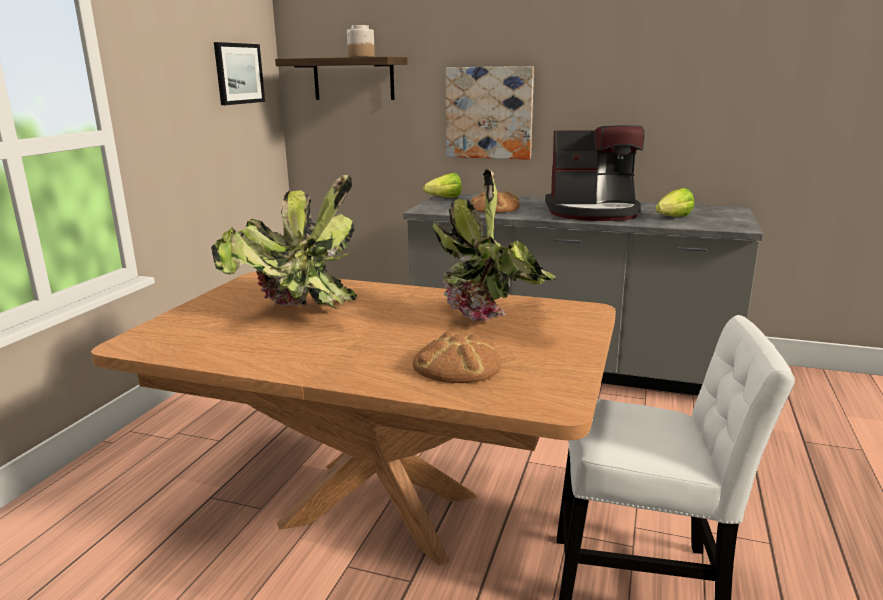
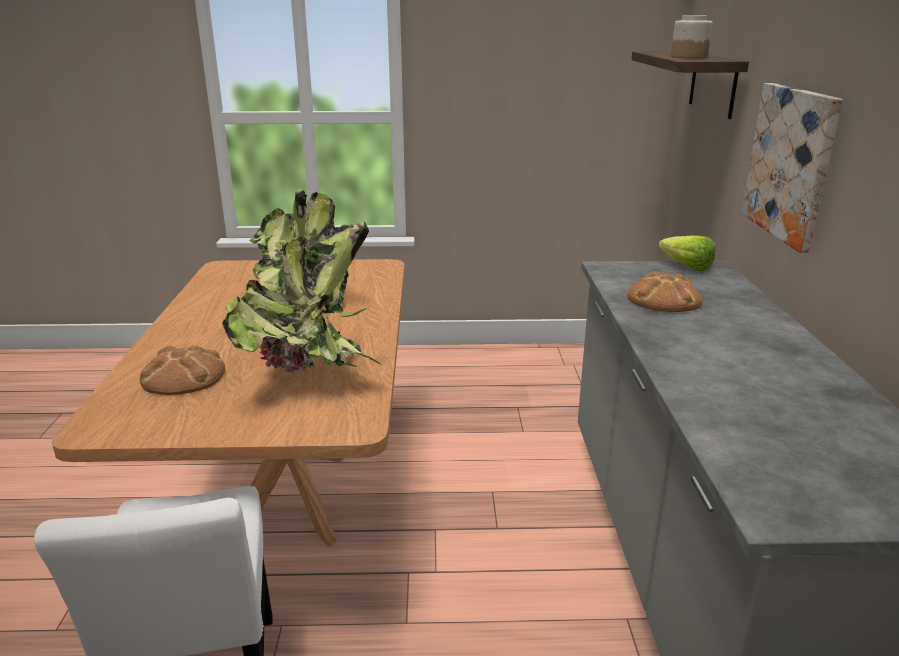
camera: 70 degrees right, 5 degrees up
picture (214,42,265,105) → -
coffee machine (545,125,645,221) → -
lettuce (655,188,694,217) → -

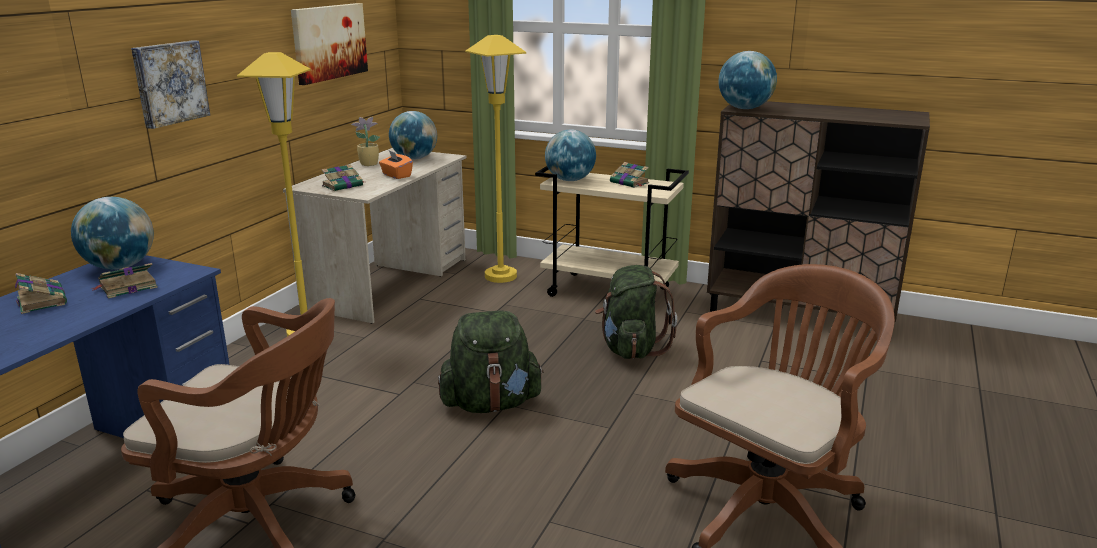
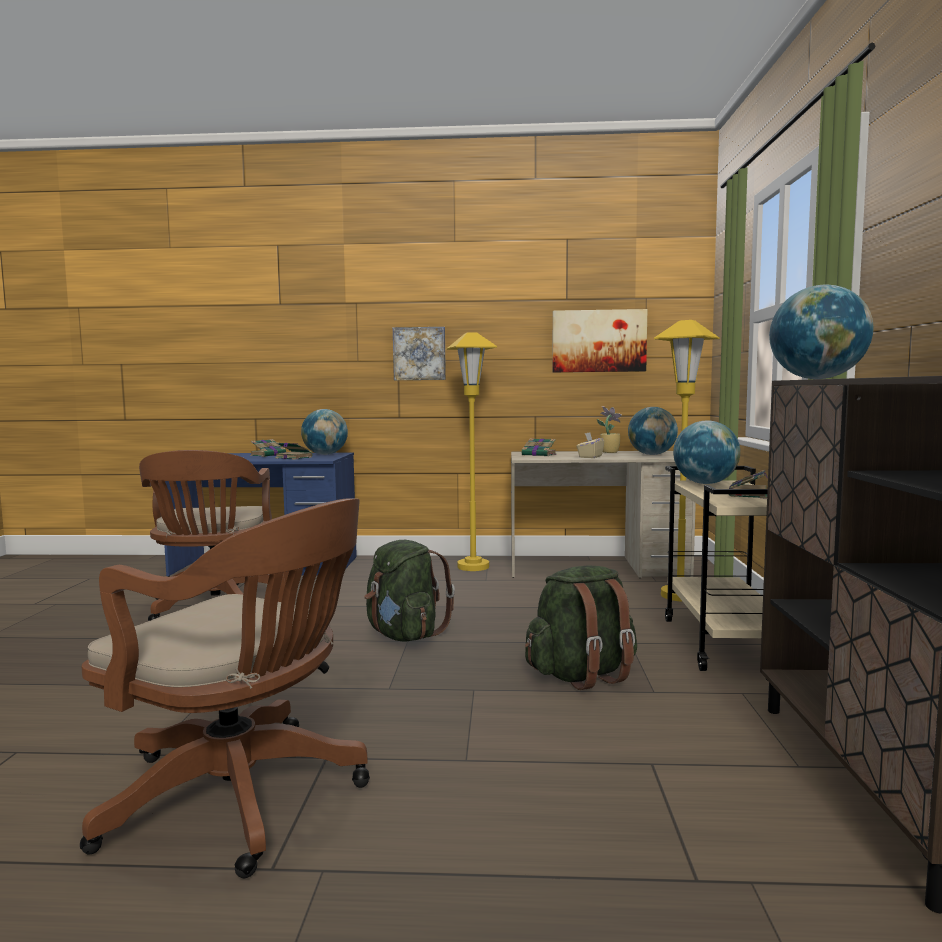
camera: 70 degrees right, 15 degrees down
tissue box (orange) (379,151,413,179) → tissue box (beige) (576,432,604,458)

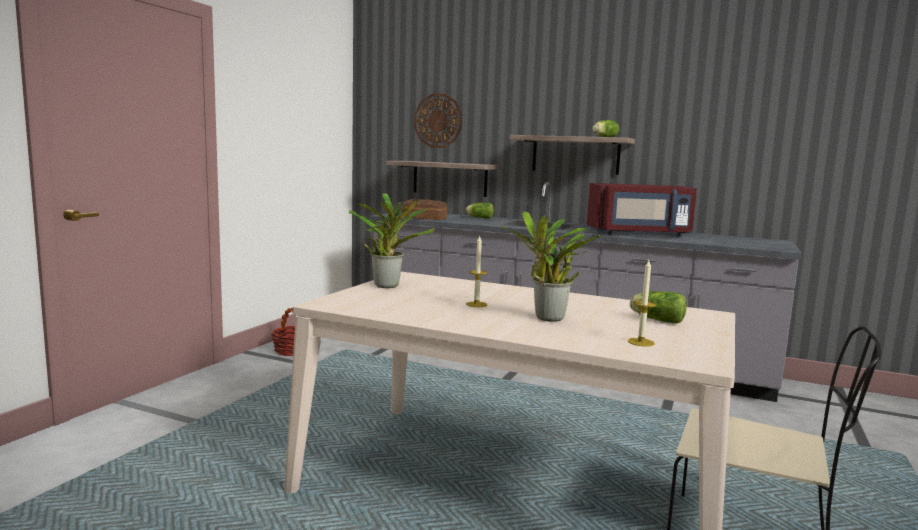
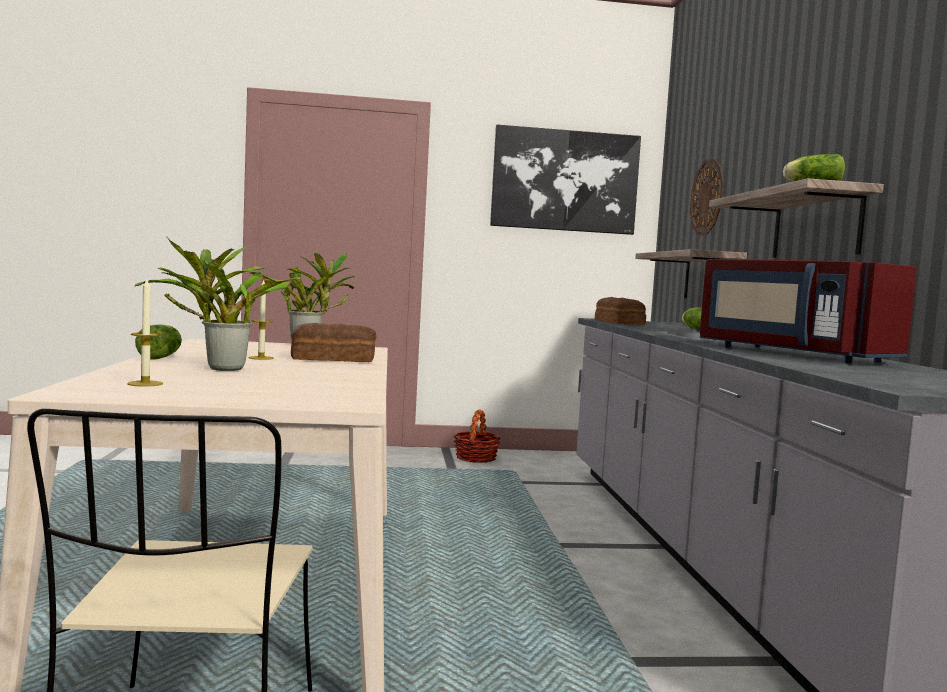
camera: 60 degrees right, 5 degrees down
lettuce (630,291,687,324) → lettuce (135,324,182,360), move
- → bread (291,323,377,362)
- → picture (490,125,641,235)

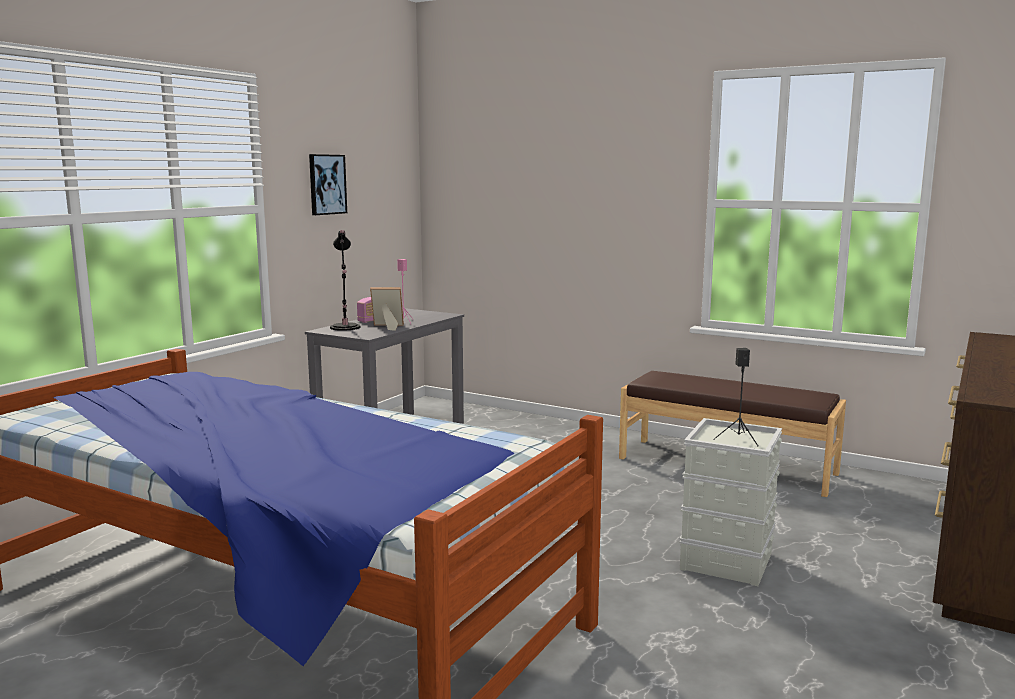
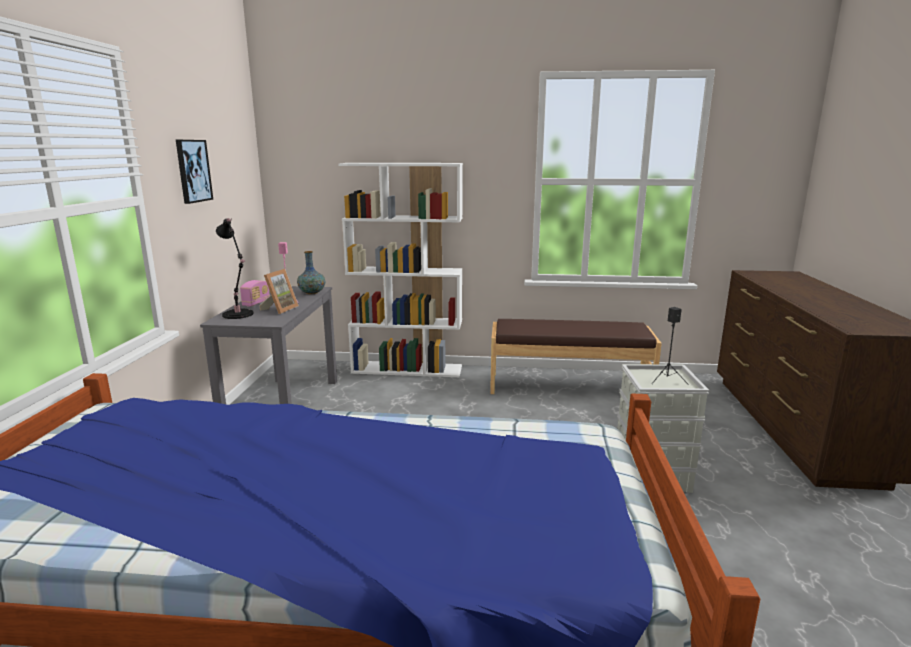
camera: 25 degrees left, 5 degrees up
picture frame (370,287,404,331) → picture frame (259,269,299,314), 135 degrees clockwise
- → vase (297,251,325,294)
- → bookcase (white) (338,163,463,377)

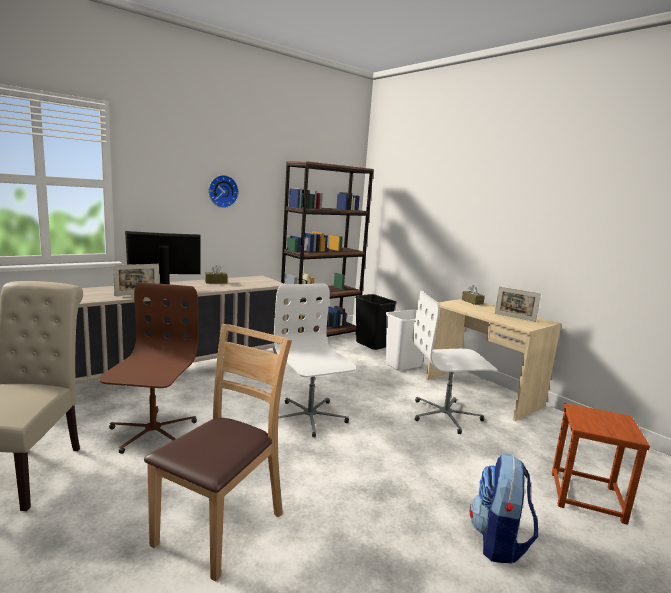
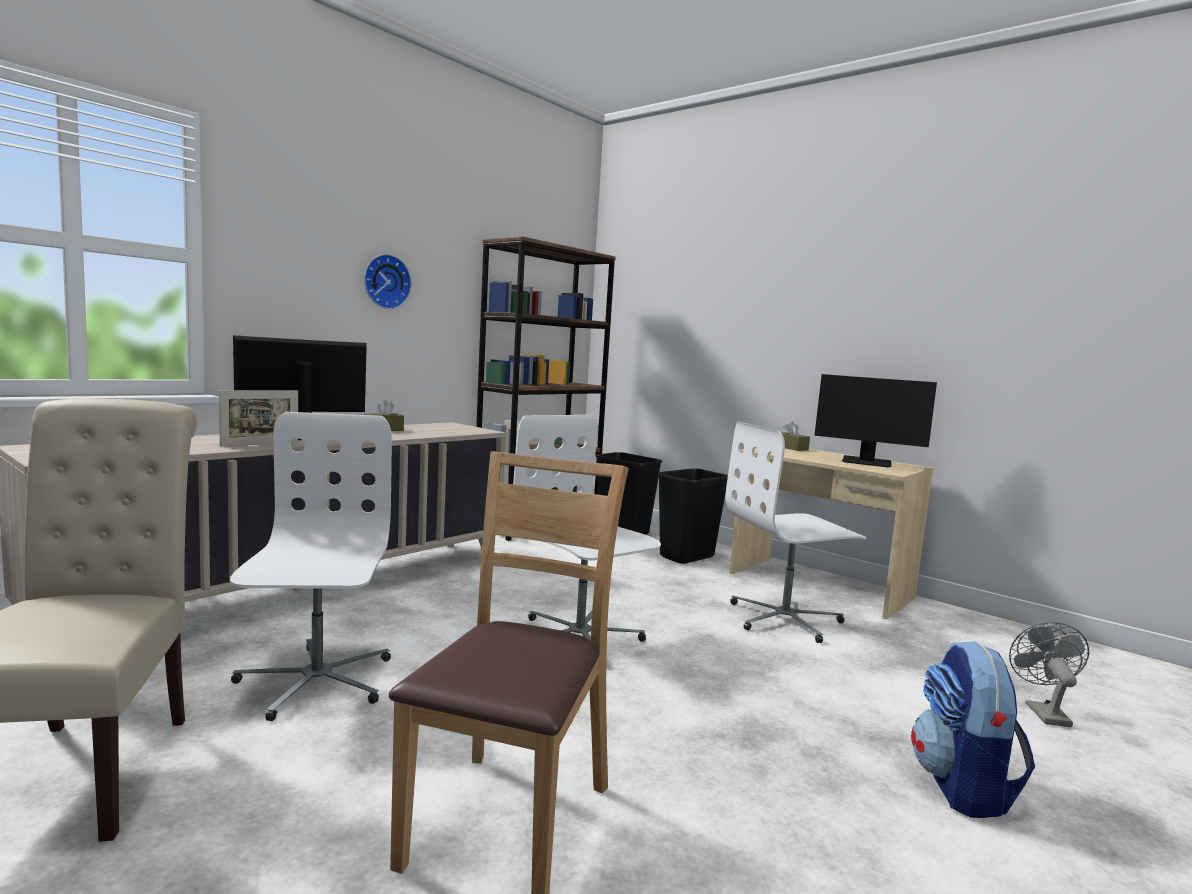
camera: 10 degrees left, 5 degrees down
office chair (brown) (100,282,199,454) → office chair (white) (230,412,392,721)
trash can (white) (386,310,425,370) → trash can (black) (658,468,728,564)
picture frame (495,286,541,322) → monitor (814,374,937,467)
stool (brown) (552,403,650,525) → fan (grey) (1009,622,1090,727)

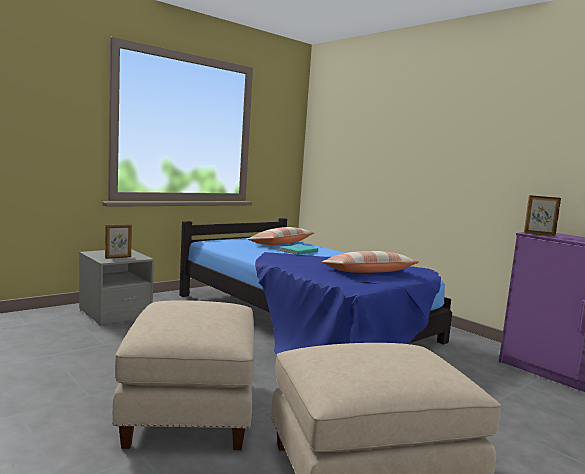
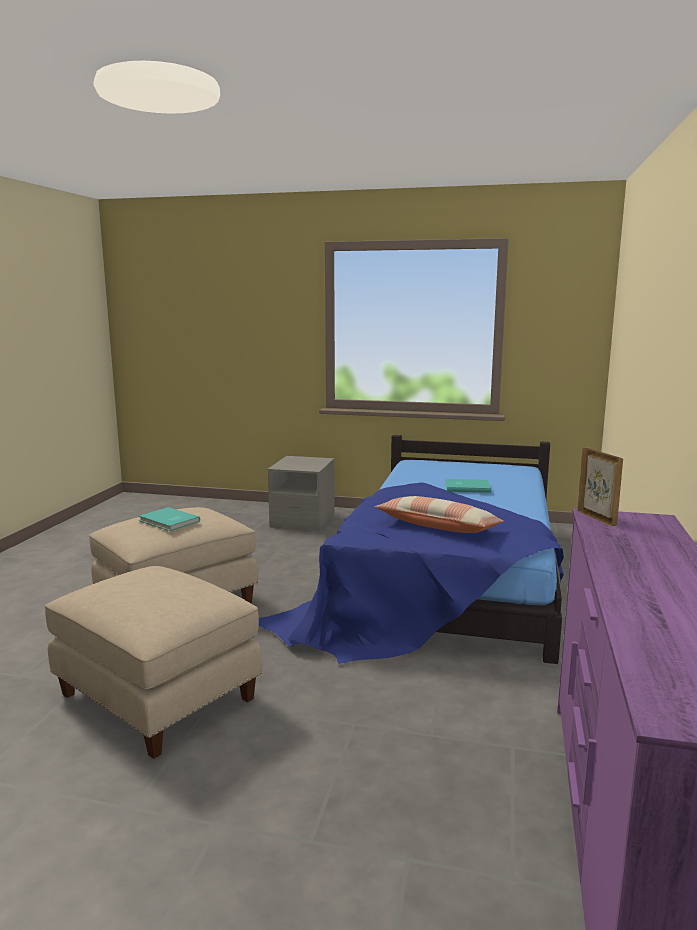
camera: 55 degrees right, 5 degrees up
picture frame (105,224,132,259) → -
pillow (247,227,314,245) → -
- → book (turquoise) (139,507,200,531)

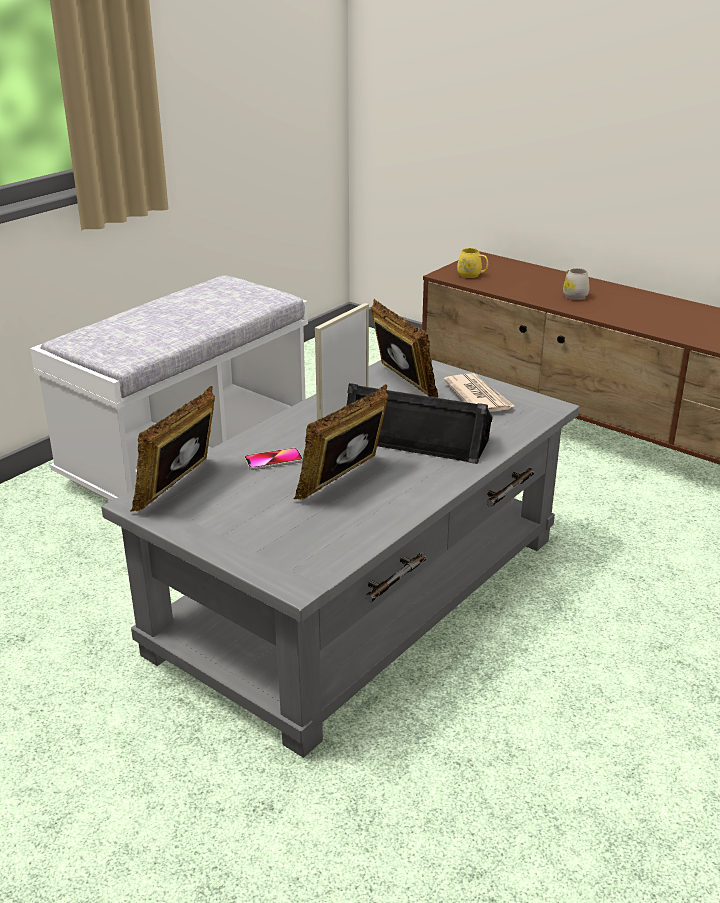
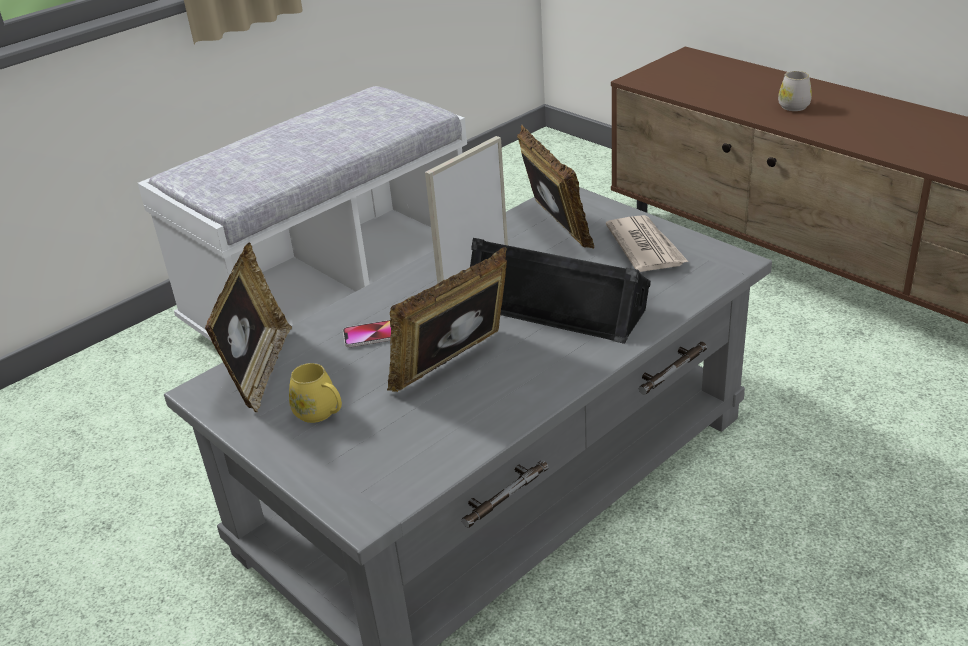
camera: 10 degrees right, 5 degrees up
picture frame (131,386,215,512) → picture frame (205,243,292,412), 150 degrees clockwise
mug (yellow) (457,248,488,278) → mug (yellow) (289,363,342,423), move

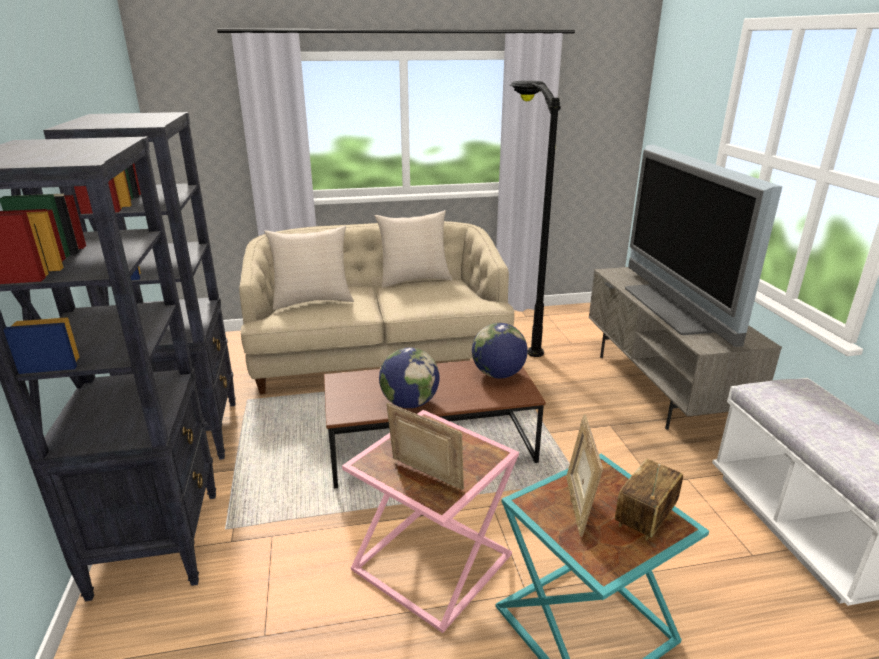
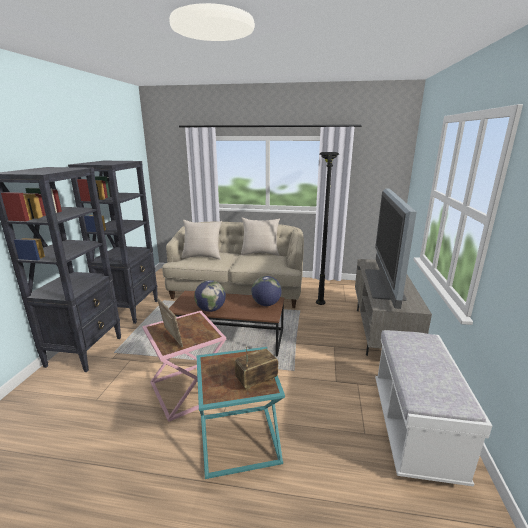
camera: 20 degrees right, 5 degrees down
picture frame (566,414,603,537) → -

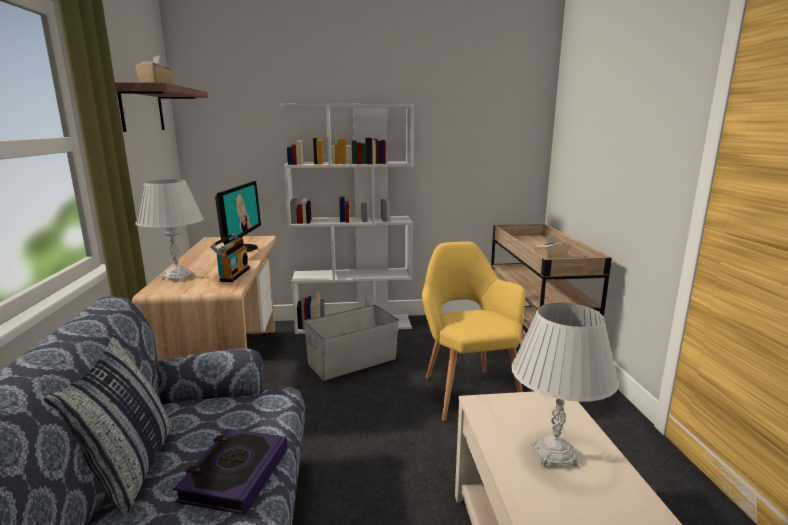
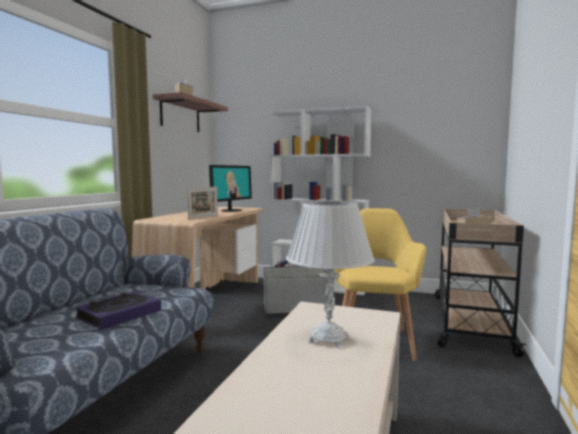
camera: 25 degrees right, 10 degrees down
pillow (43,333,173,515) → -
table lamp (white) (135,179,204,282) → -
radio (210,233,250,282) → picture frame (187,186,218,220)

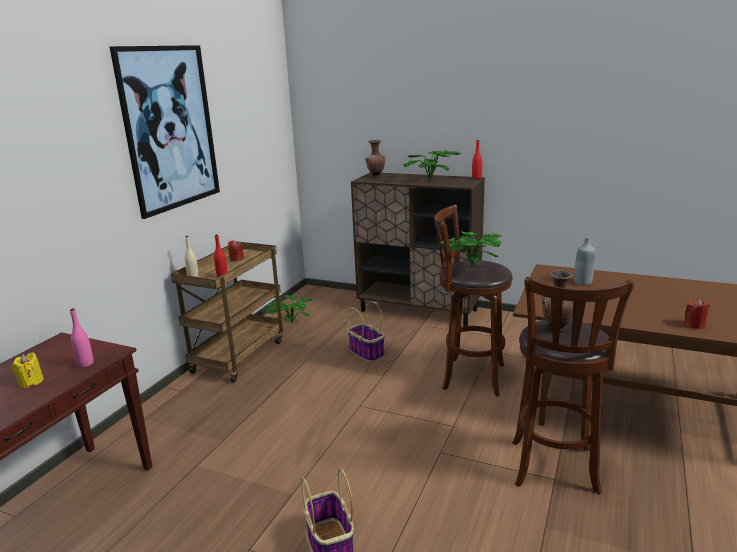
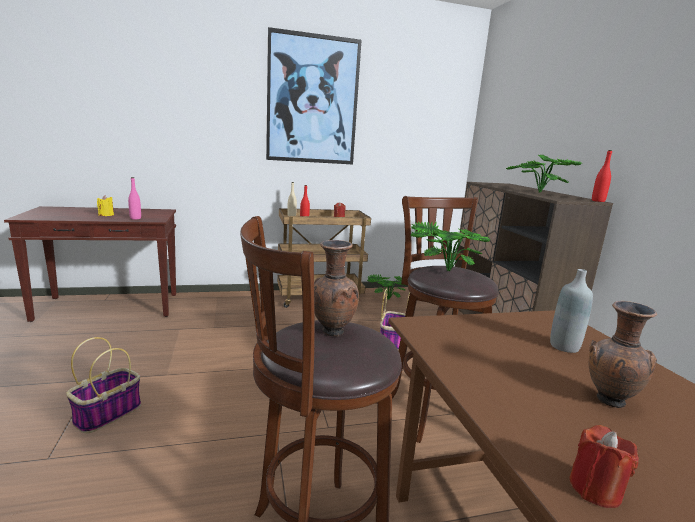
camera: 50 degrees right, 5 degrees down
vase (brown) (365,140,385,178) → vase (brown) (588,301,657,408), move

